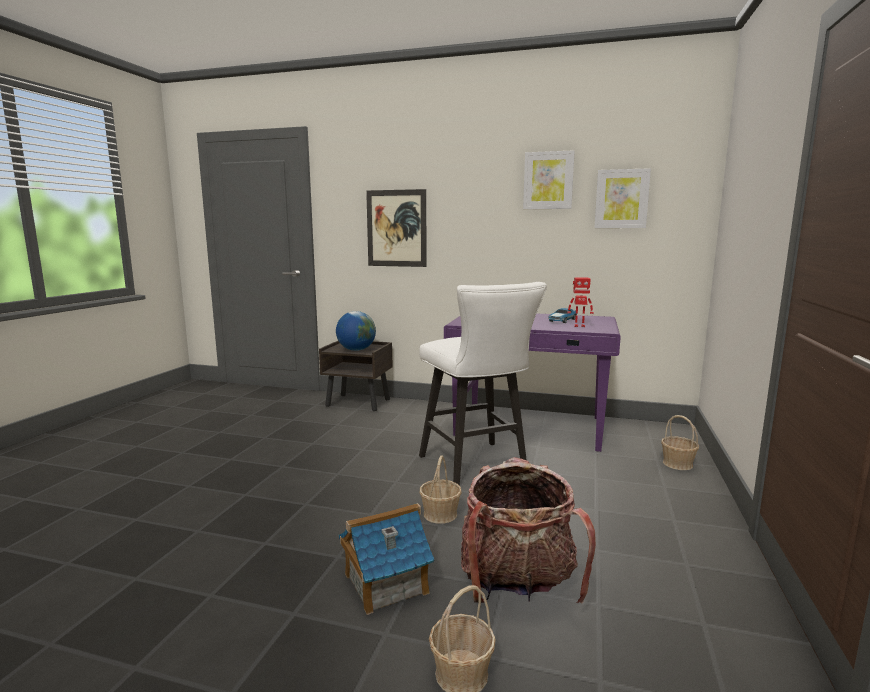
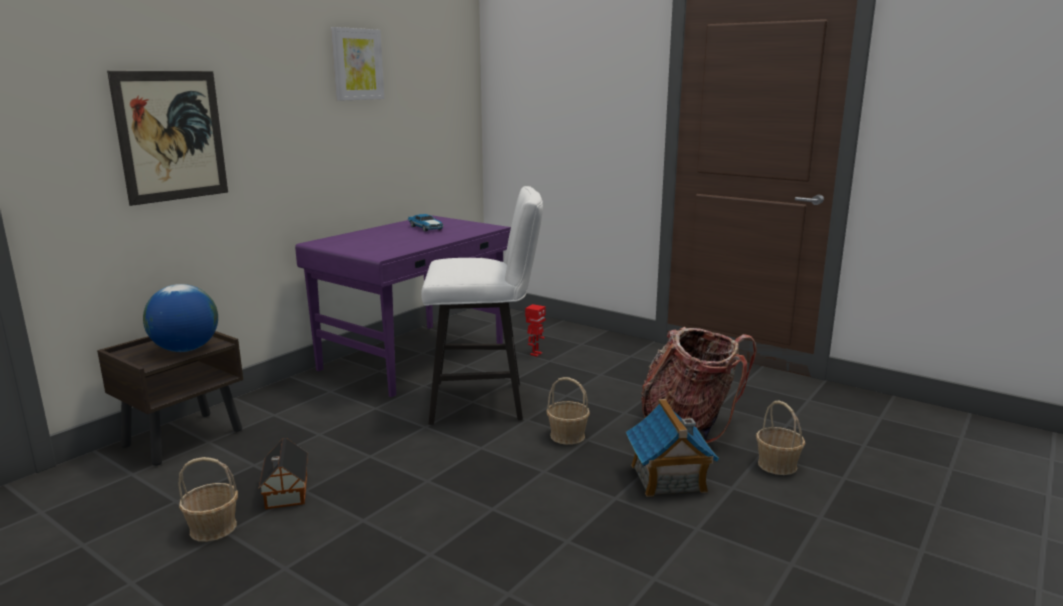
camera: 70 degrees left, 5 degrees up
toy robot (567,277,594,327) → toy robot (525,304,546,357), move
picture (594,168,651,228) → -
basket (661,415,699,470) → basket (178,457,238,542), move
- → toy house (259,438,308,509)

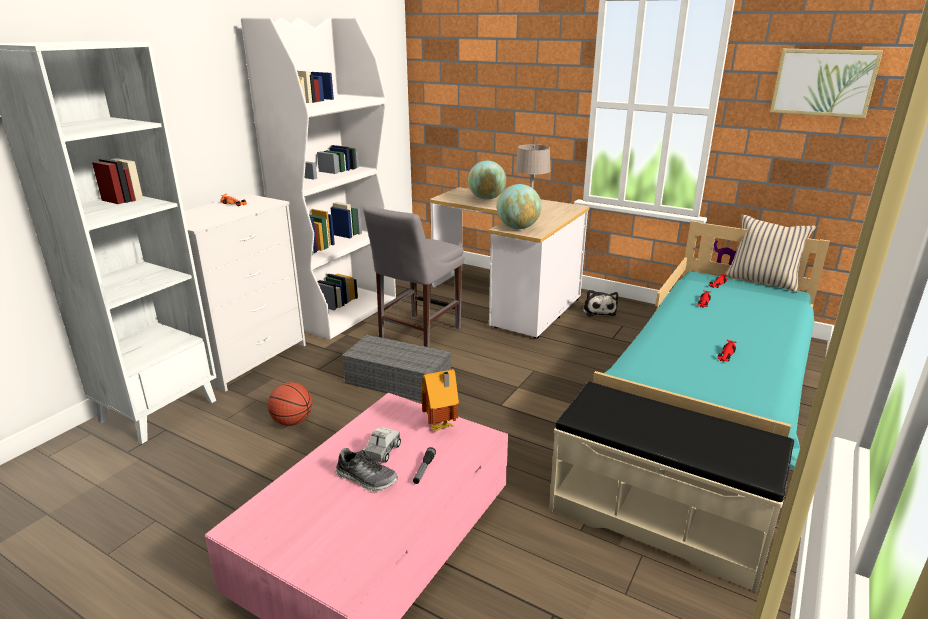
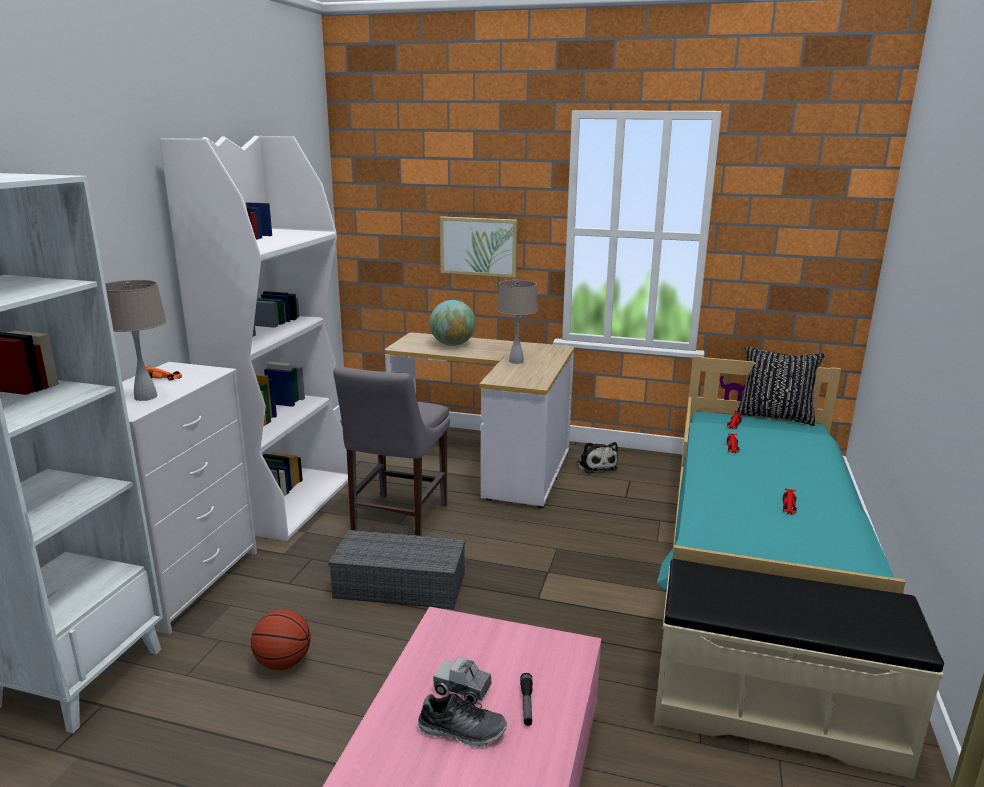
camera: 15 degrees left, 5 degrees down
toy truck (363,427,401,463) → toy truck (434,657,492,704), 75 degrees counterclockwise
toy house (421,369,459,432) → -
globe (497,184,542,229) → -
pillow (beige) (725,215,816,293) → pillow (black) (735,346,825,426)
picture (770,49,883,118) → picture (440,216,517,278), move
- → table lamp (beige) (105,280,167,401)

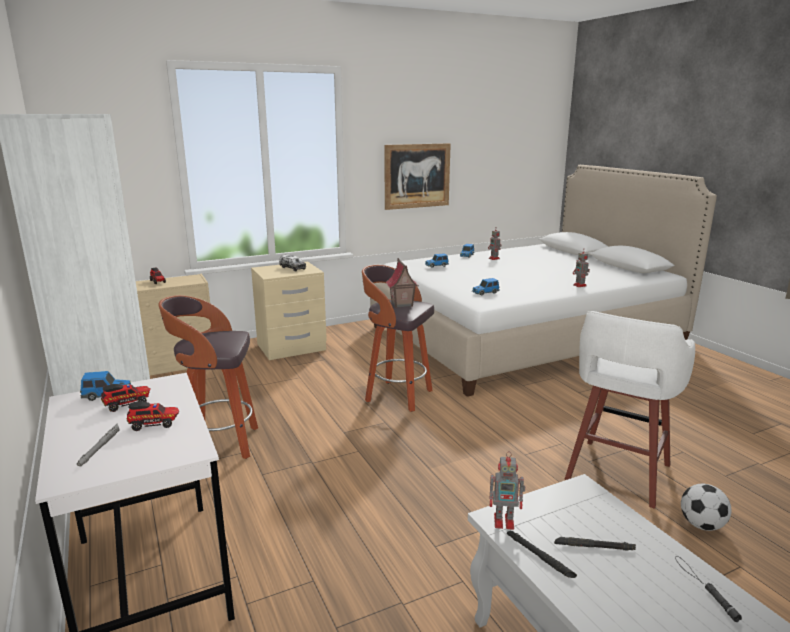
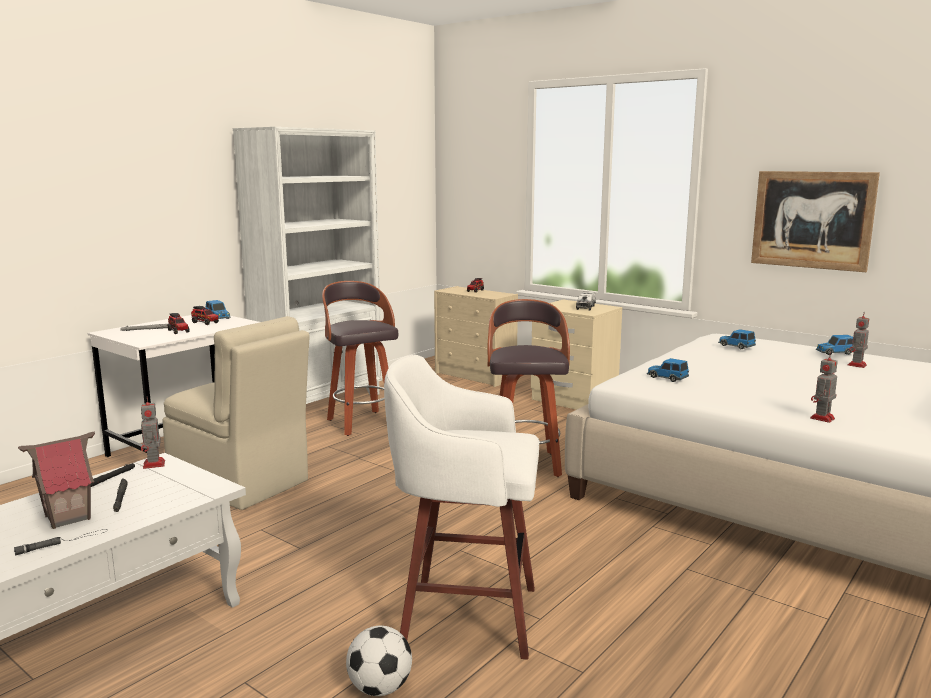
camera: 65 degrees right, 5 degrees down
toy house (386,258,419,308) → toy house (18,431,95,529), move
- → chair (beige) (162,316,310,510)

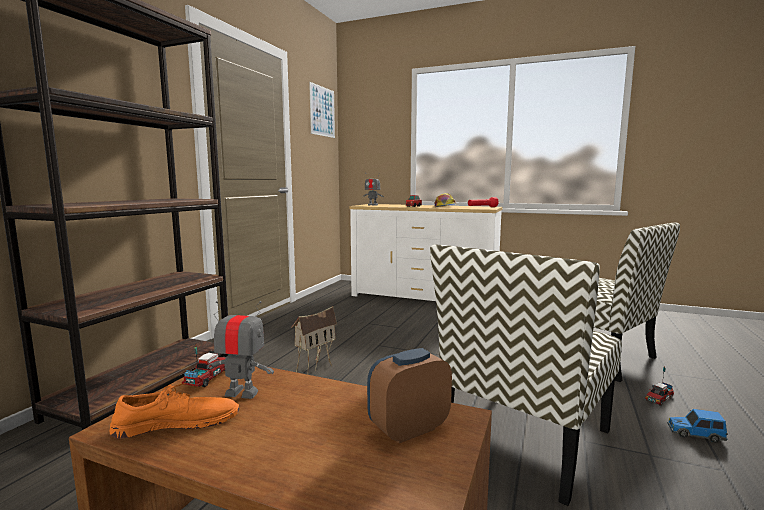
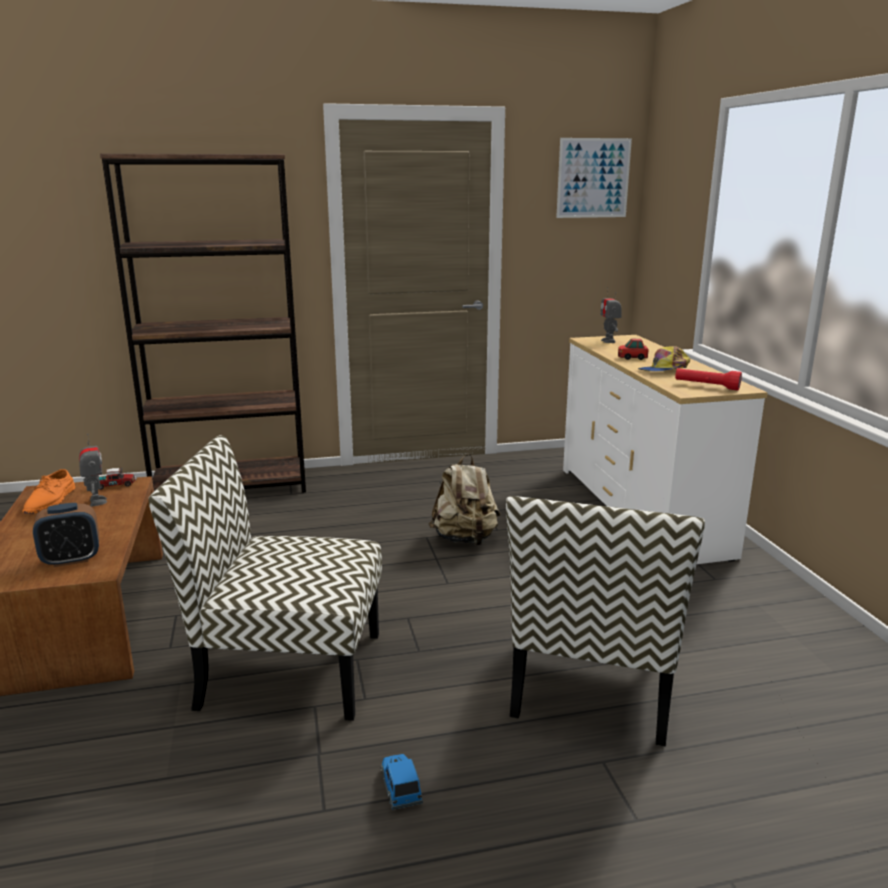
camera: 55 degrees right, 10 degrees up
shoe (orange) (110,383,239,439) → shoe (orange) (22,469,76,514), 60 degrees clockwise
toy house (291,306,337,372) → -
alarm clock (367,348,452,443) → alarm clock (33,503,99,567), 135 degrees clockwise
toy truck (645,366,674,406) → -
- → backpack (beige) (428,454,501,546)

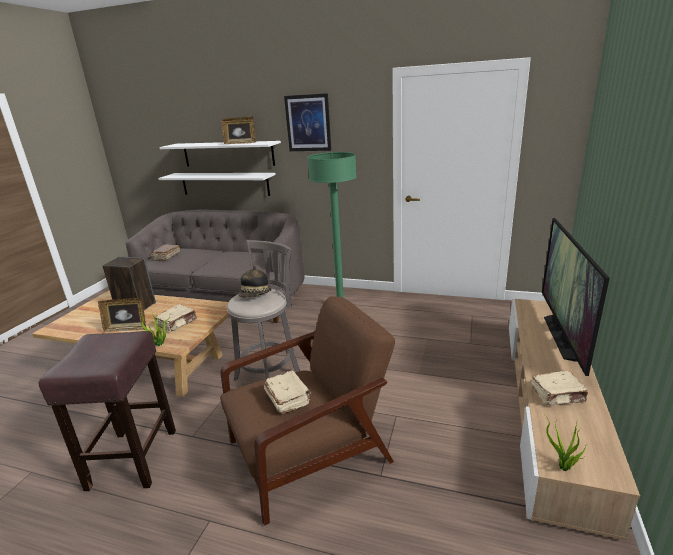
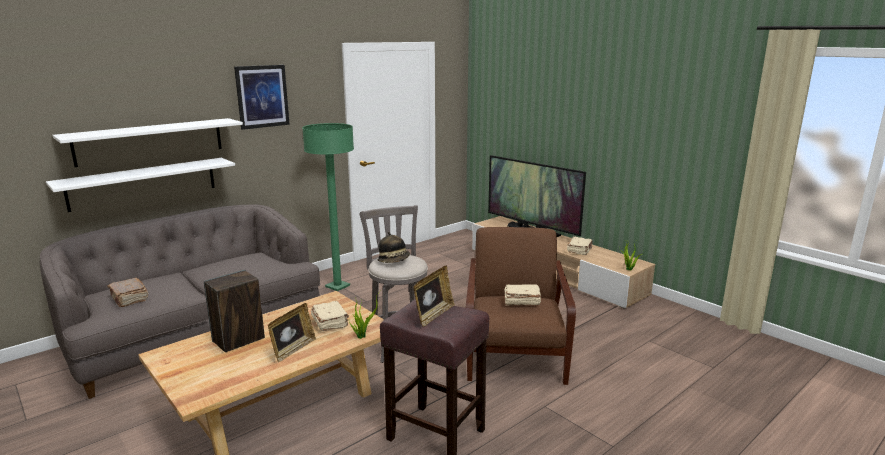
camera: 60 degrees left, 5 degrees down
picture frame (221,117,256,144) → picture frame (413,266,455,327), move

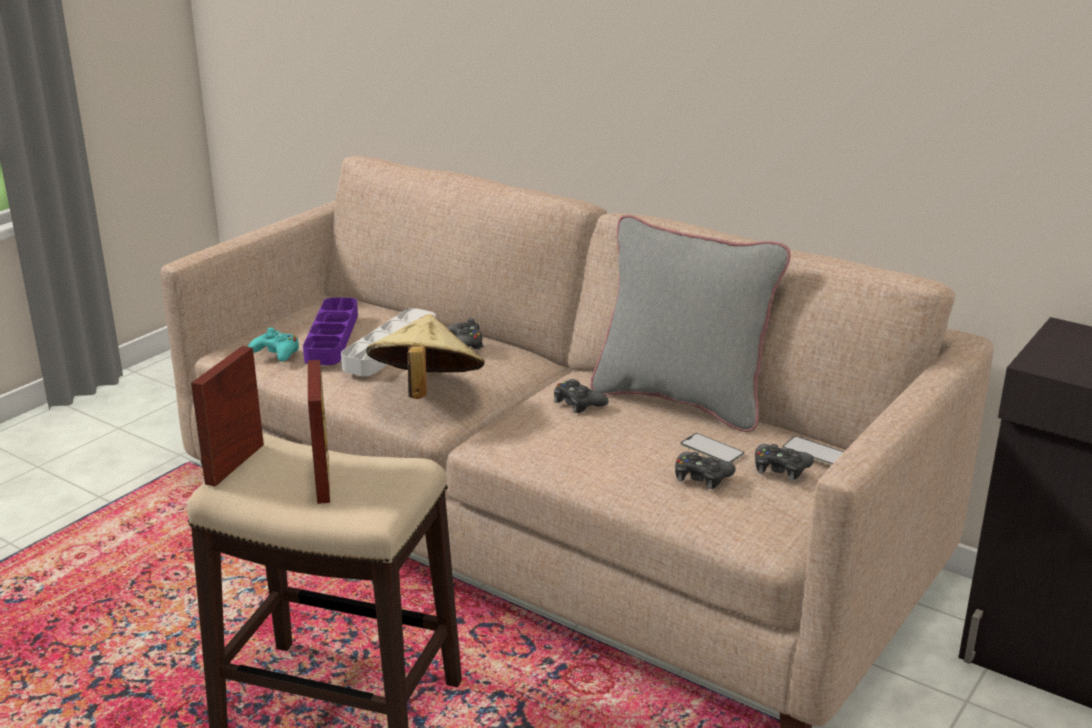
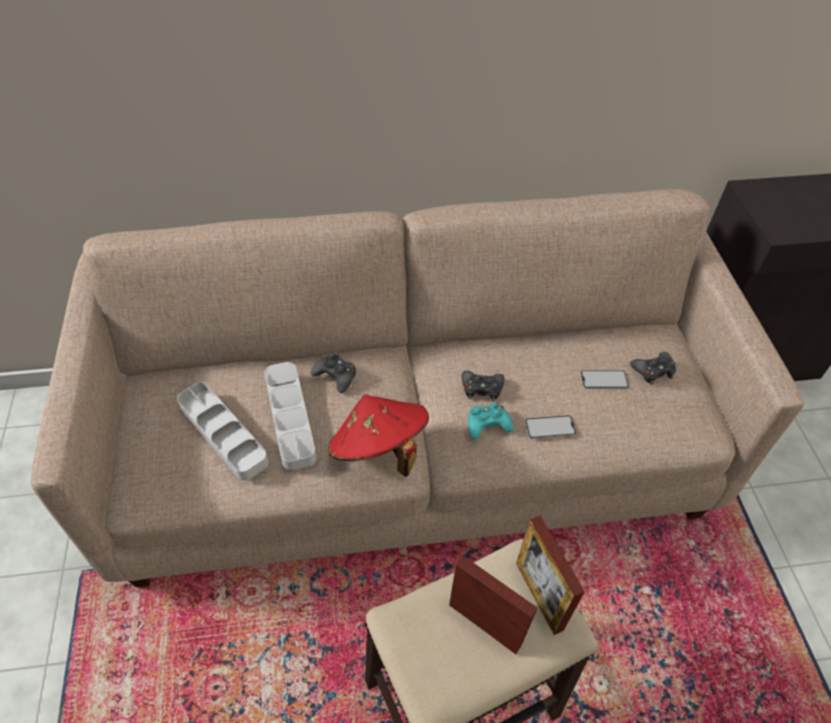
camera: 45 degrees left, 25 degrees up
picture frame (191,346,264,487) → picture frame (516,516,585,635), move
game controller (turquoise) (248,327,299,362) → game controller (turquoise) (468,403,514,440), move
tray (purple) (303,298,358,365) → tray (grey) (177,383,268,480)
hat (beige) (366,314,485,399) → hat (red) (328,394,429,477)
pillow (grey) (590,215,791,432) → -
game controller (black) (675,452,736,489) → -
phone (782,436,844,465) → phone (525,415,576,439), move

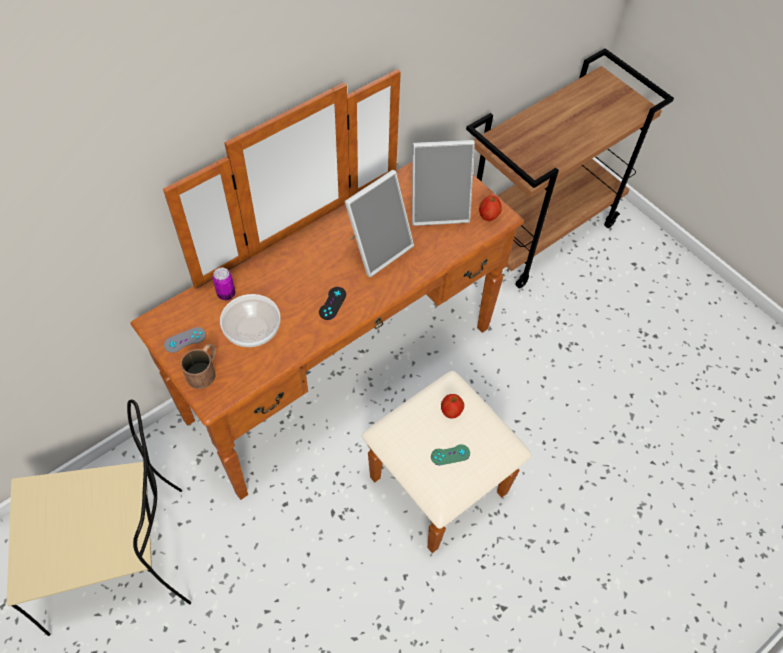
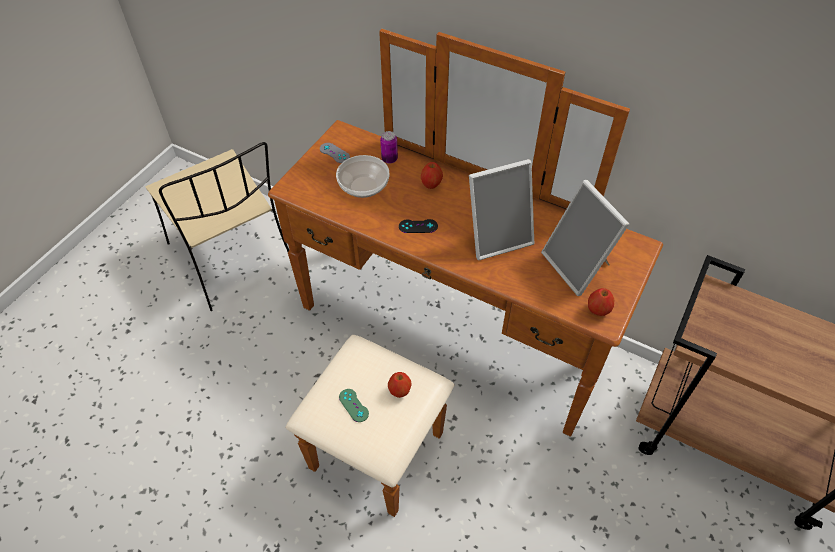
camera: 70 degrees right, 5 degrees down
mug (brown) (181,344,216,389) → -
picture frame (345,170,414,277) → picture frame (469,159,534,260), 45 degrees counterclockwise
- → apple (421,162,443,189)

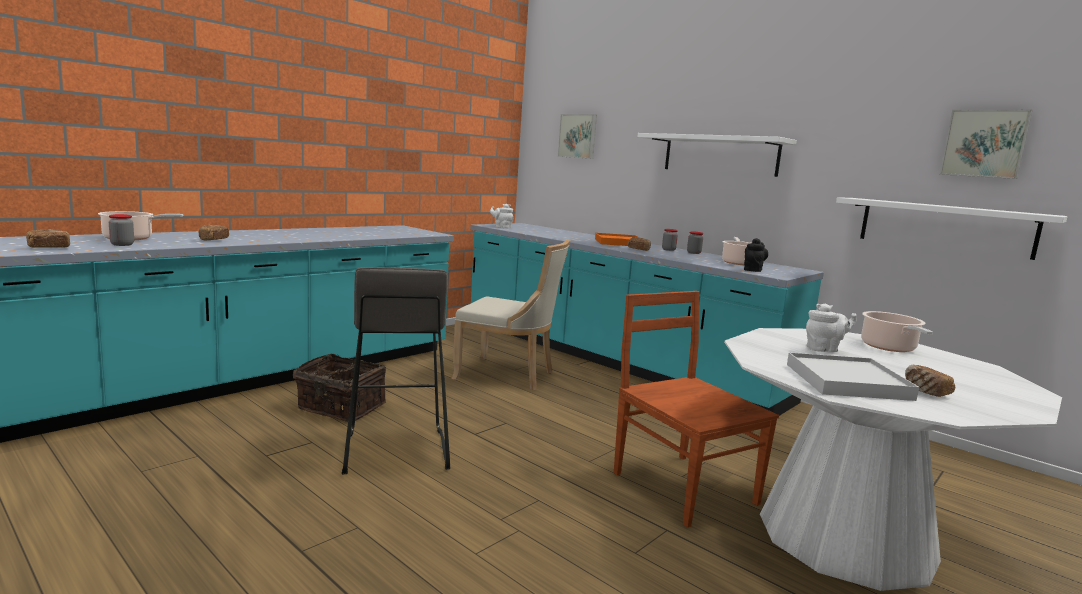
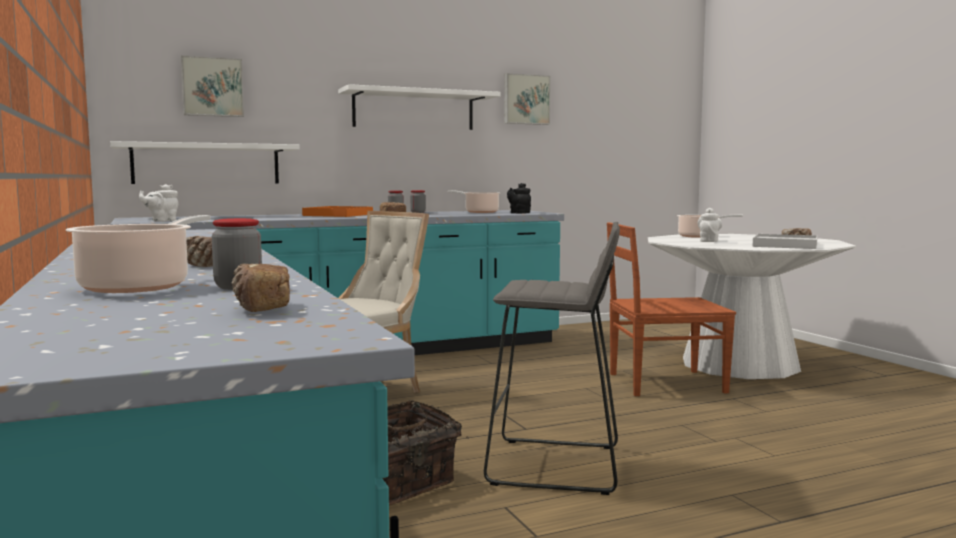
camera: 65 degrees left, 5 degrees down
shelf (white) (836,197,1068,260) → shelf (white) (110,141,300,184), move
picture (940,110,1032,179) → picture (504,73,551,125), move

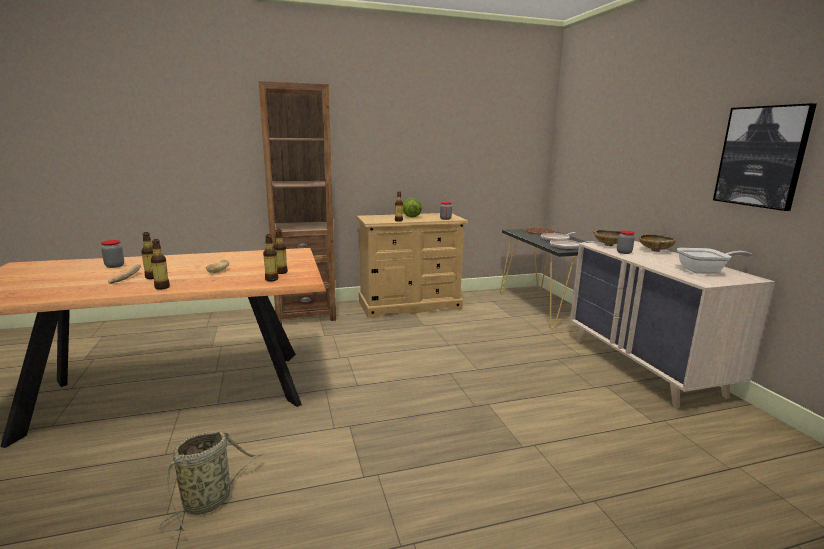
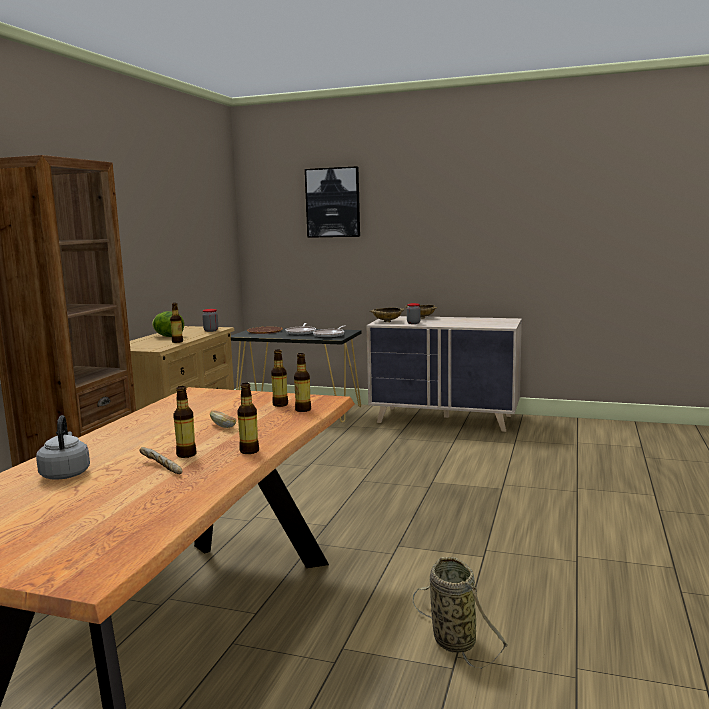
camera: 55 degrees left, 5 degrees down
jar (101,240,124,268) → kettle (grey) (36,415,90,480)
frying pan (677,248,752,274) → -
picture (713,103,817,211) → picture (305,166,360,238), move

